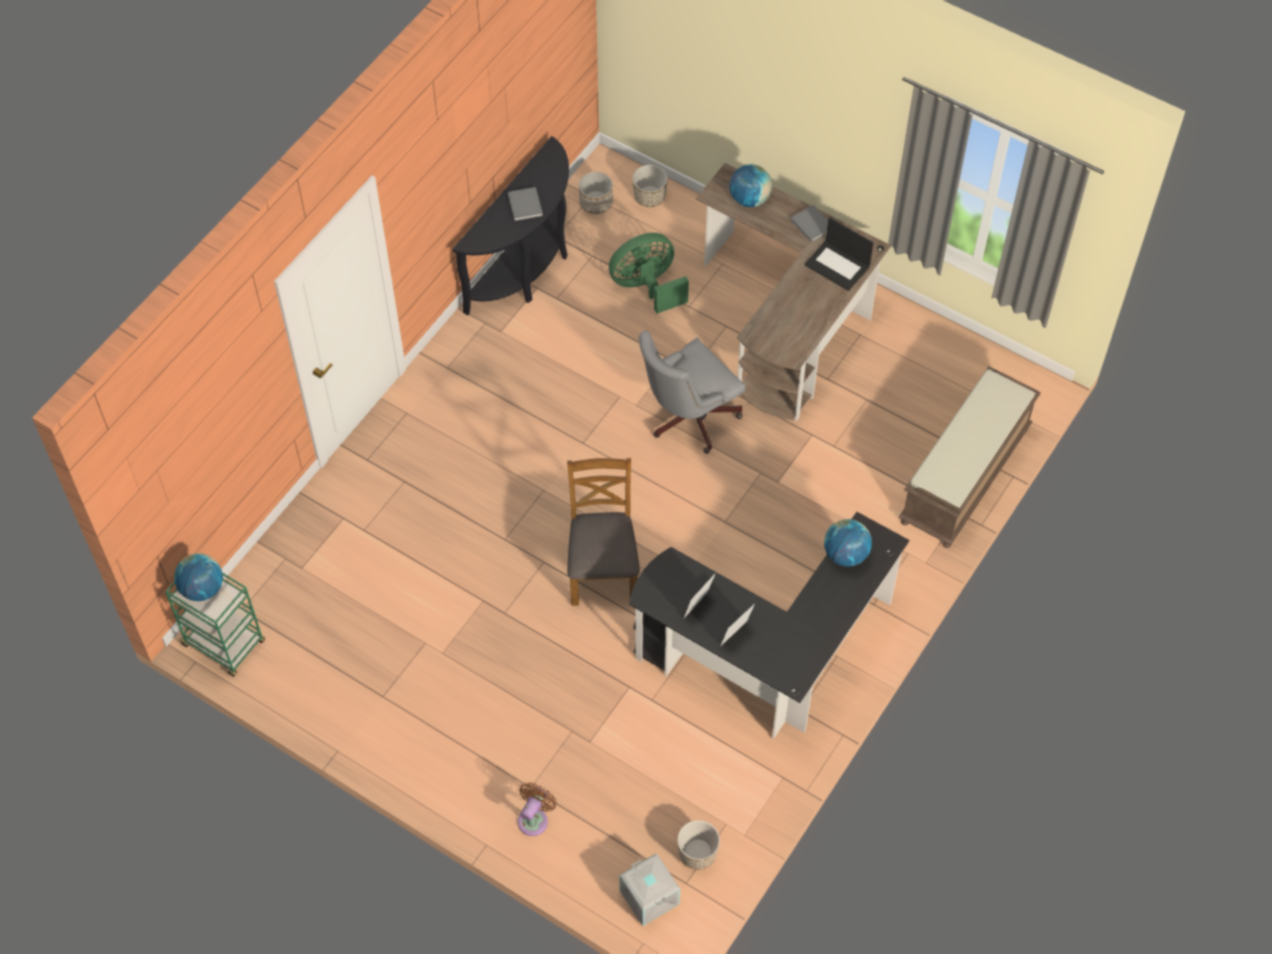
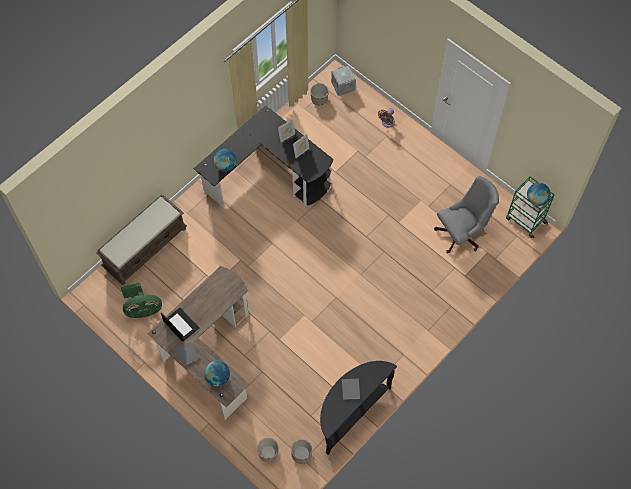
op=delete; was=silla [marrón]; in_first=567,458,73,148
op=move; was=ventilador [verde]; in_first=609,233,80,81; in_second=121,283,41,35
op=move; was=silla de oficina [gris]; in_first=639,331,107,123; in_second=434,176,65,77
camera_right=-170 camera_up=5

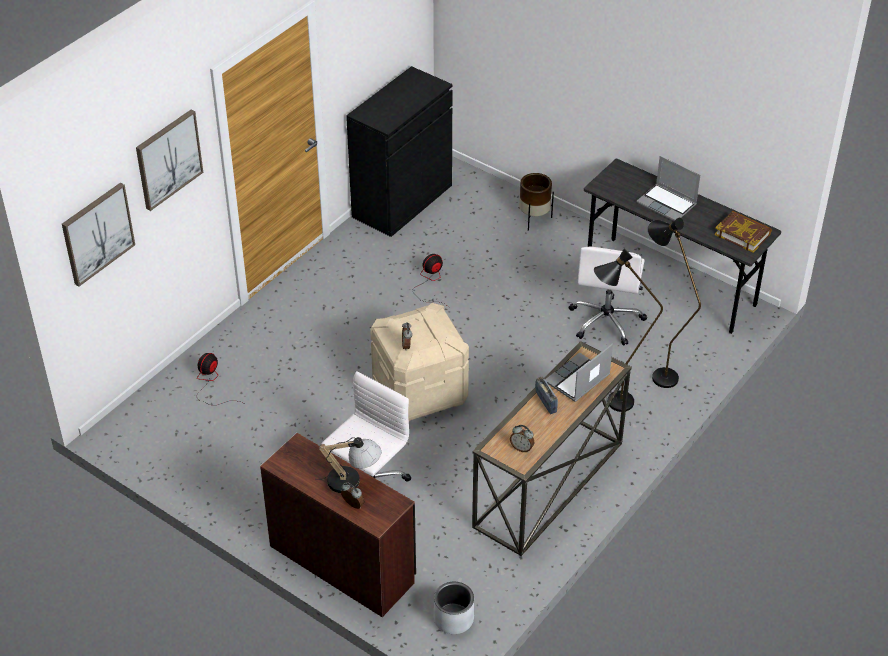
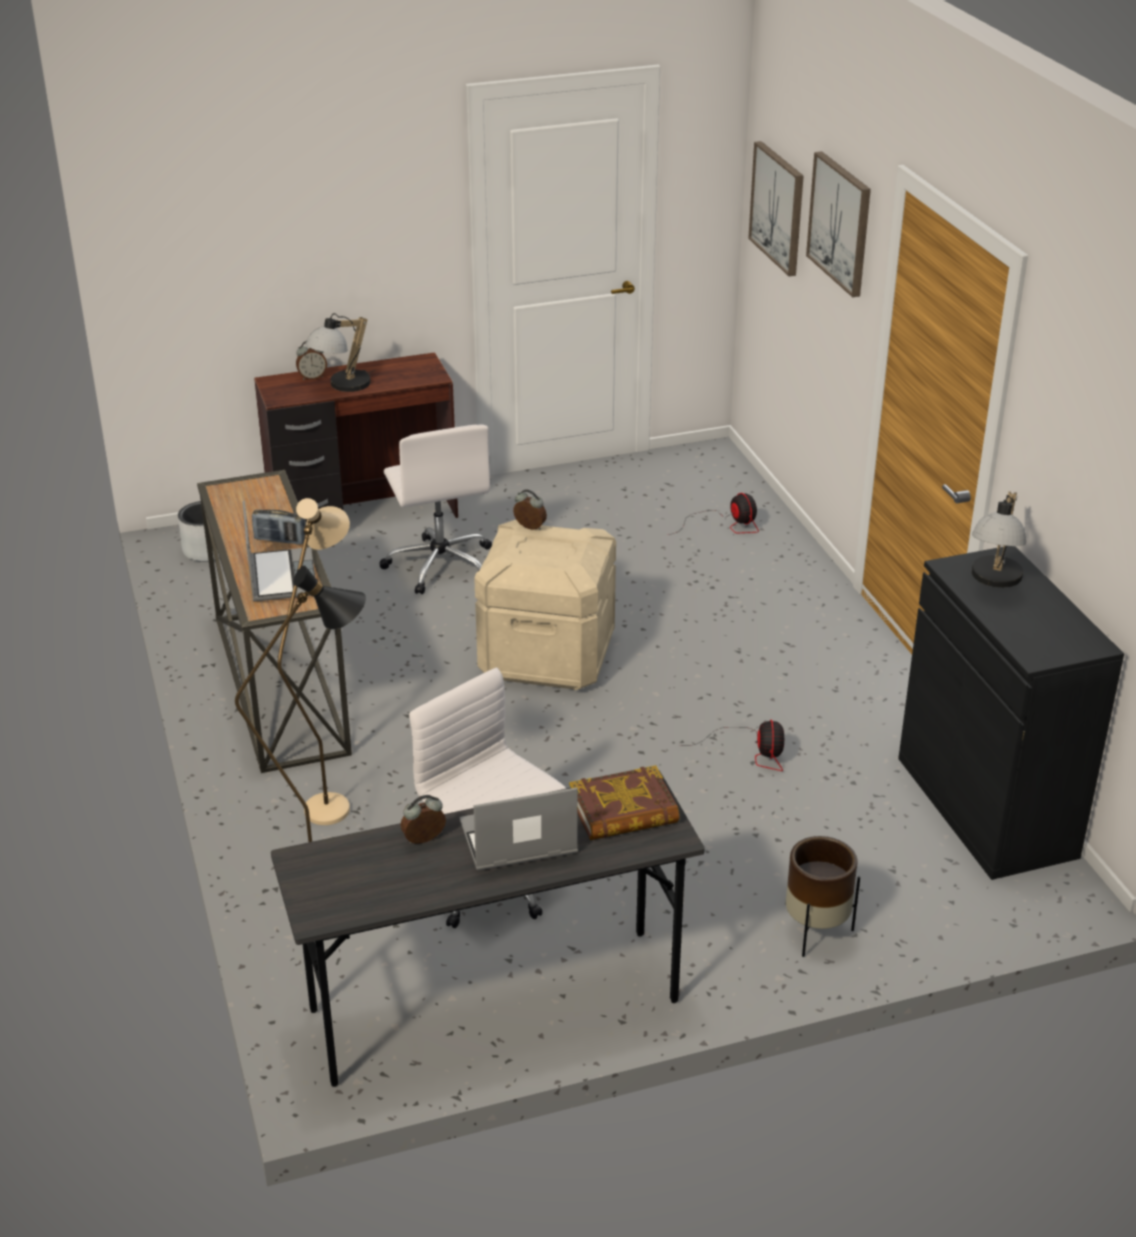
op=move; was=despertador; in_first=510,425,24,27; in_second=400,795,46,49
op=recolor; was=lámpara de pie [negro]; now=lámpara de pie [beis]; in_first=594,248,69,164; in_second=277,498,73,327
op=move; was=libro; in_first=714,211,58,42; in_second=569,765,111,75
op=insert; now=lámpara de mesa; in_second=972,491,54,97
camera_right=125 camera_up=-10

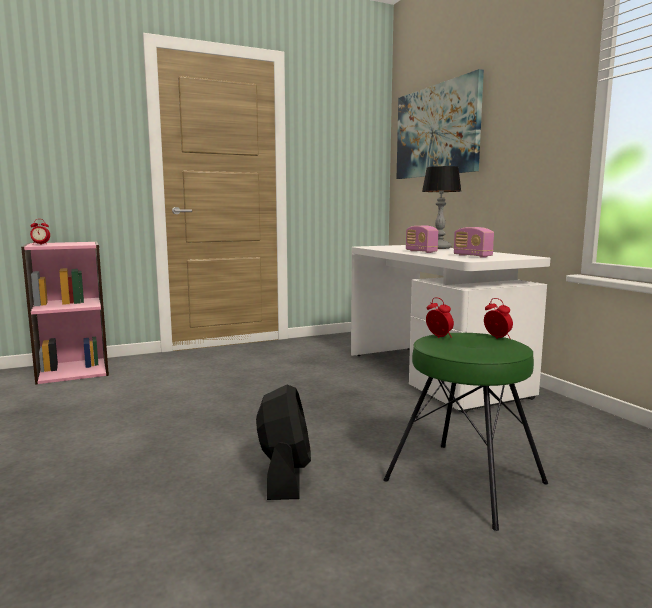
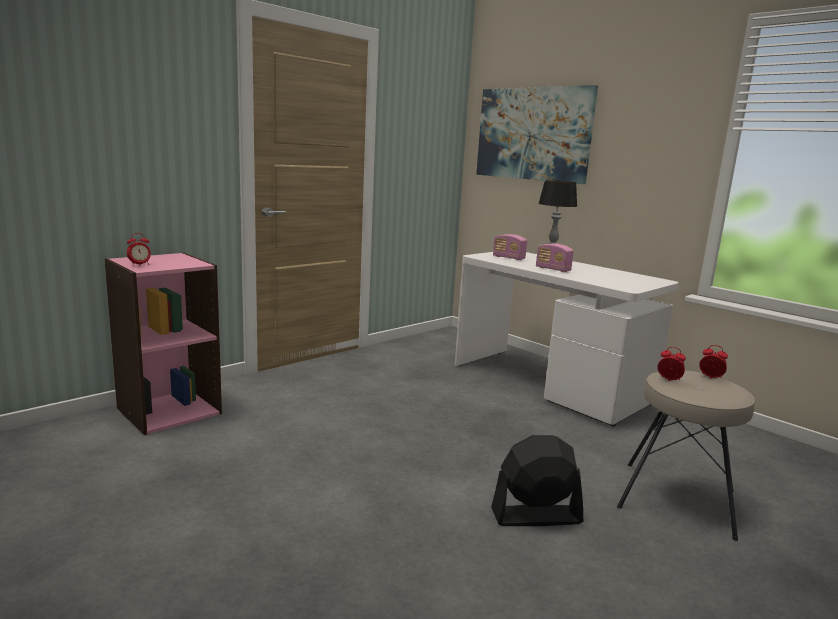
op=rotate; was=ventilador [negro]; in_first=256,385,55,115; in_second=491,435,92,91; clockwise=-75
op=recolor; was=taburete [verde]; now=taburete [beis]; in_first=383,333,165,198; in_second=617,371,138,170
op=move; was=radio; in_first=454,227,40,31; in_second=493,234,34,26
camera_right=-20 camera_up=5

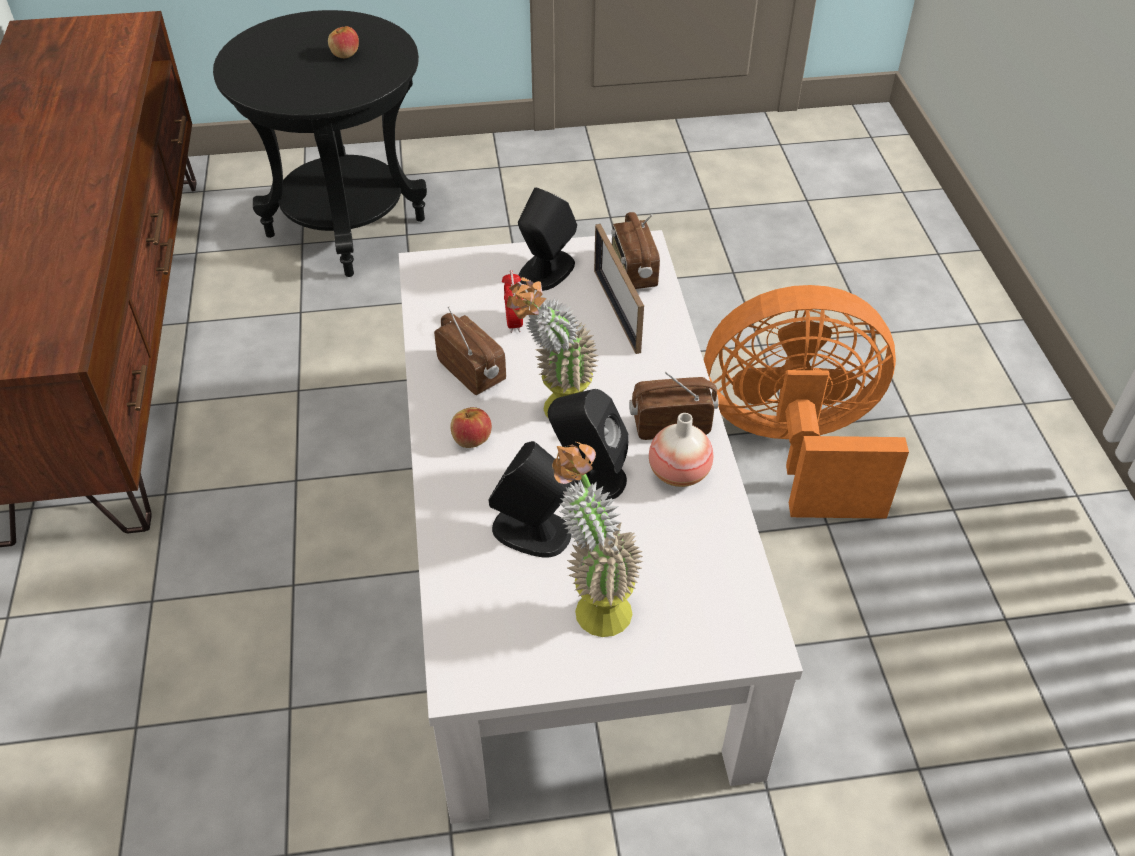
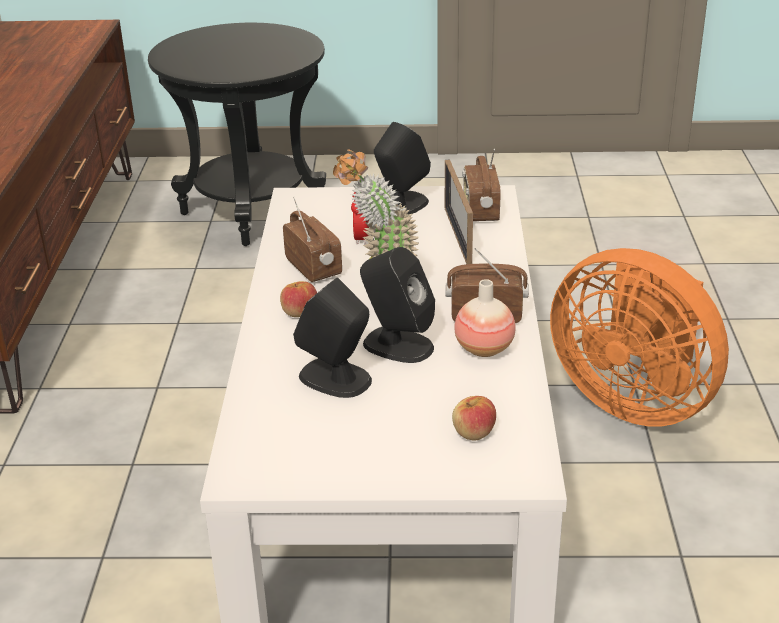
op=move; was=manzana; in_first=328,26,31,32; in_second=452,396,44,44
op=delete; was=planta en maceta; in_first=553,442,90,195
op=rotate; was=ventilador [naranja]; in_first=704,285,205,234; in_second=550,248,179,179; clockwise=-150
camera_right=10 camera_up=-15

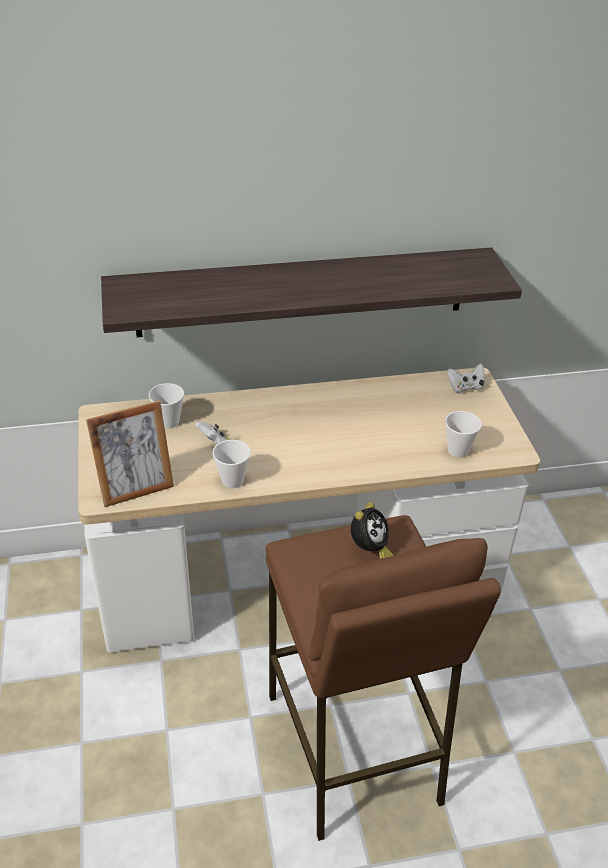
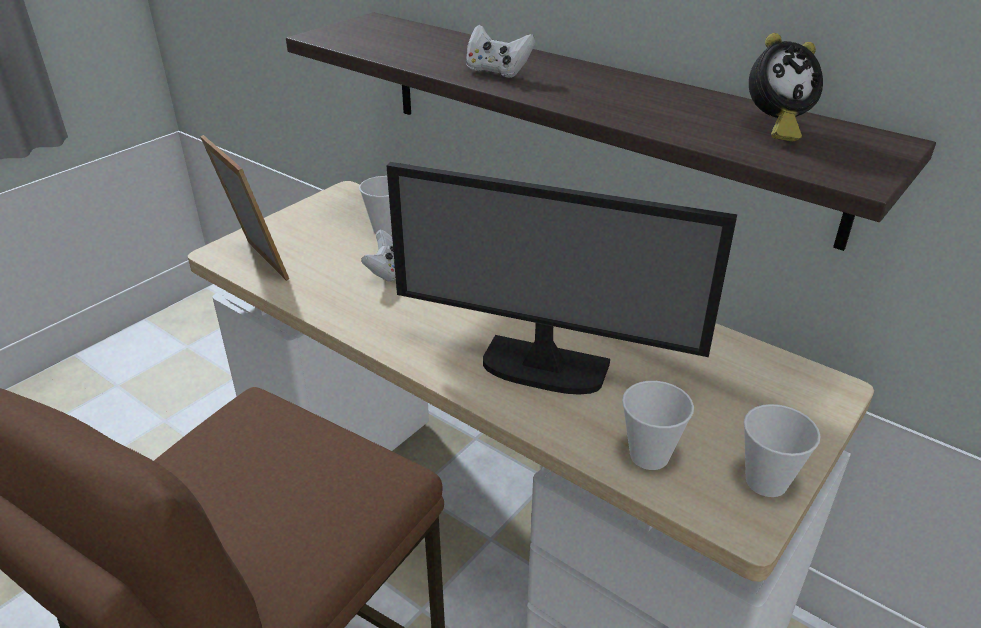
op=rotate; was=portarretratos; in_first=86,400,88,107; in_second=200,135,89,146; clockwise=-150
op=move; was=taza; in_first=213,440,38,48; in_second=743,404,78,93
op=move; was=despertador; in_first=351,502,42,57; in_second=749,33,74,108
op=move; was=mando de consola [blanco]; in_first=447,363,38,31; in_second=466,25,70,53
op=insert; now=monitor; in_second=386,162,351,232
camera_right=50 camera_up=-5

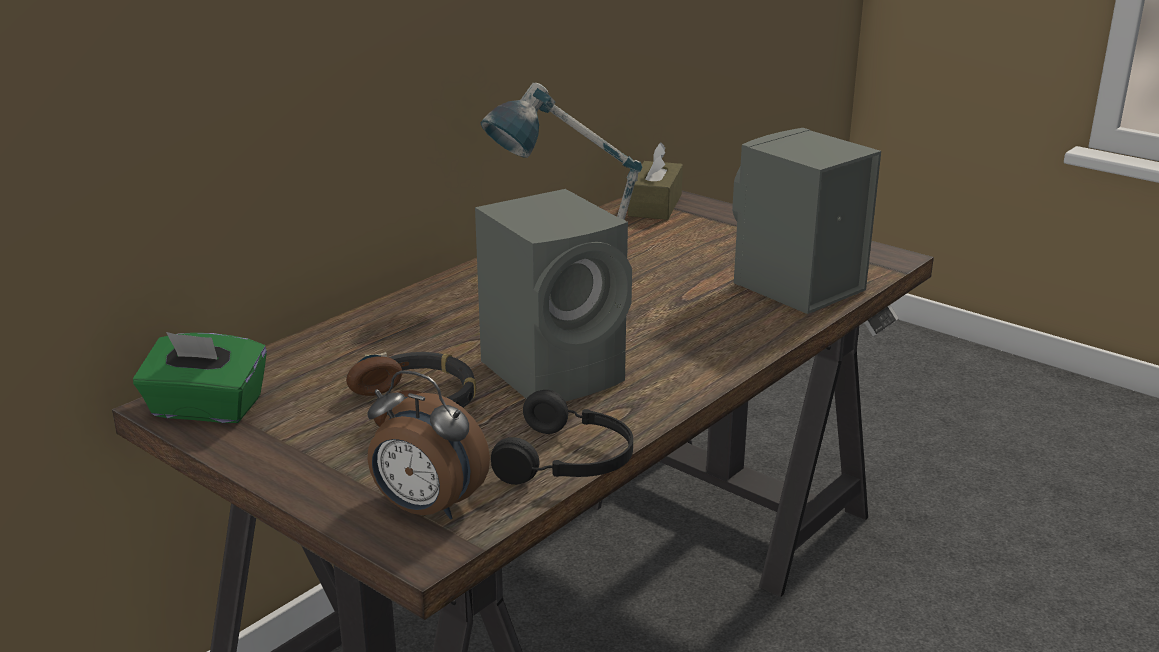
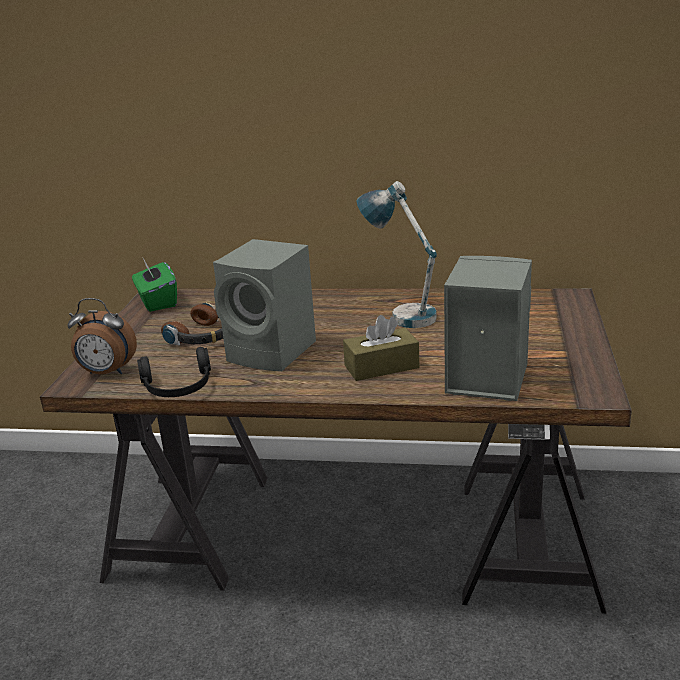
op=rotate; was=despertador; in_first=367,370,123,150; in_second=67,298,70,76; clockwise=-75
op=move; was=caja de pañuelos [marrón]; in_first=628,143,55,77; in_second=343,315,76,66
camera_right=60 camera_up=0

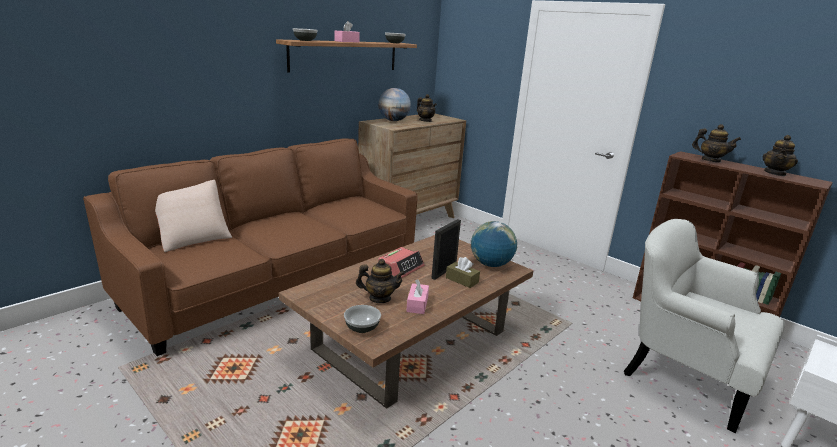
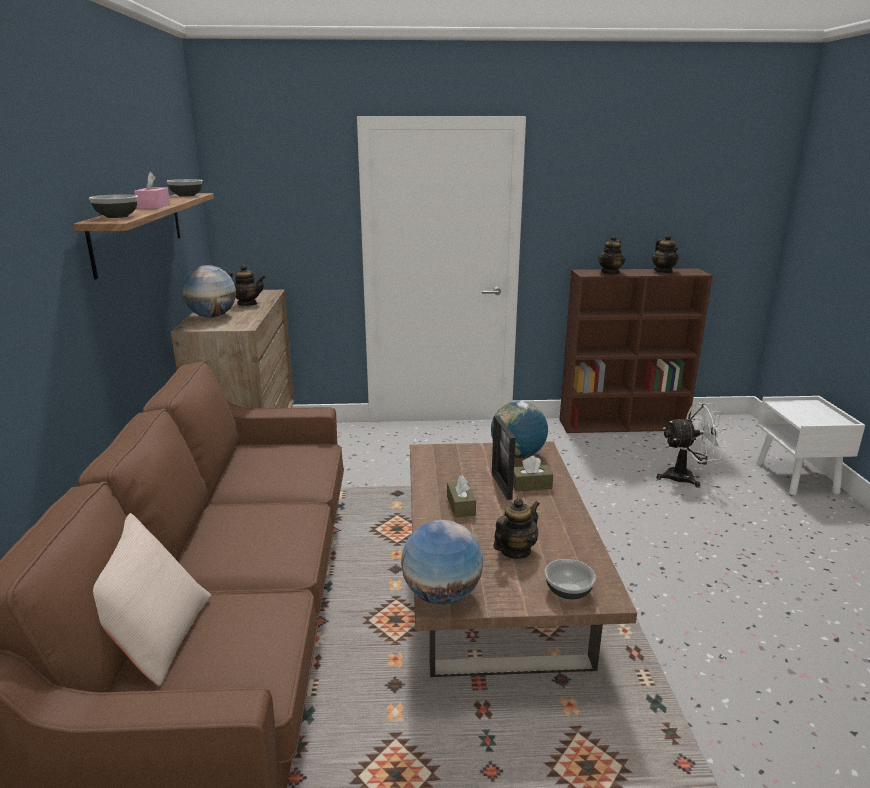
op=replace; was=despertador; now=caja de pañuelos [marrón]; in_first=378,247,47,31; in_second=447,475,29,43
op=delete; was=caja de pañuelos [rosa]; in_first=406,279,23,35
op=replace; was=sillón [blanco]; now=ventilador [blanco]; in_first=624,219,161,214; in_second=656,403,72,85
op=rotate; was=tetera; in_first=692,124,49,38; in_second=598,235,27,40; clockwise=135
op=insert; now=globo terráqueo; in_second=401,520,82,85
camera_right=-45 camera_up=0

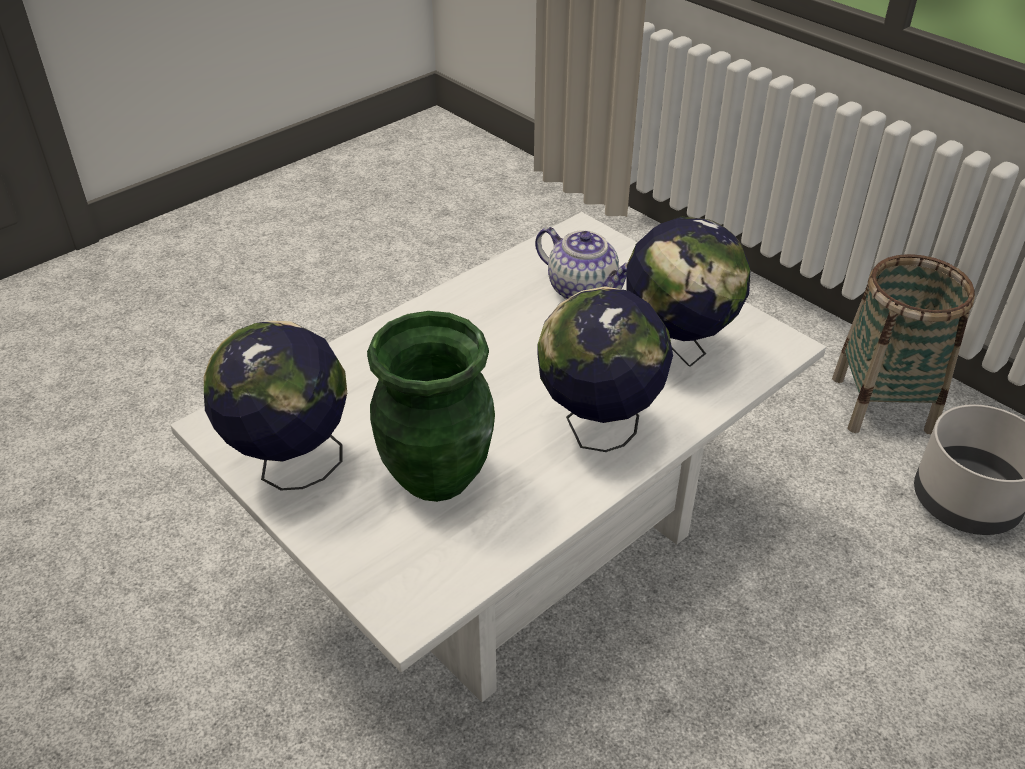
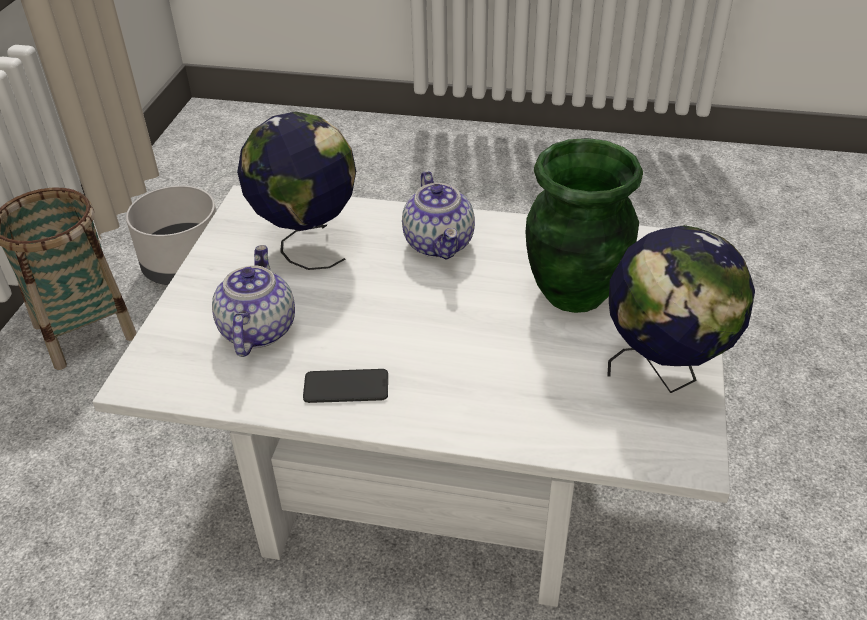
op=replace; was=globo terráqueo; now=tetera; in_first=538,286,135,166; in_second=402,171,73,89
op=insert; now=móvil; in_second=303,369,85,34
camera_right=-125 camera_up=0

